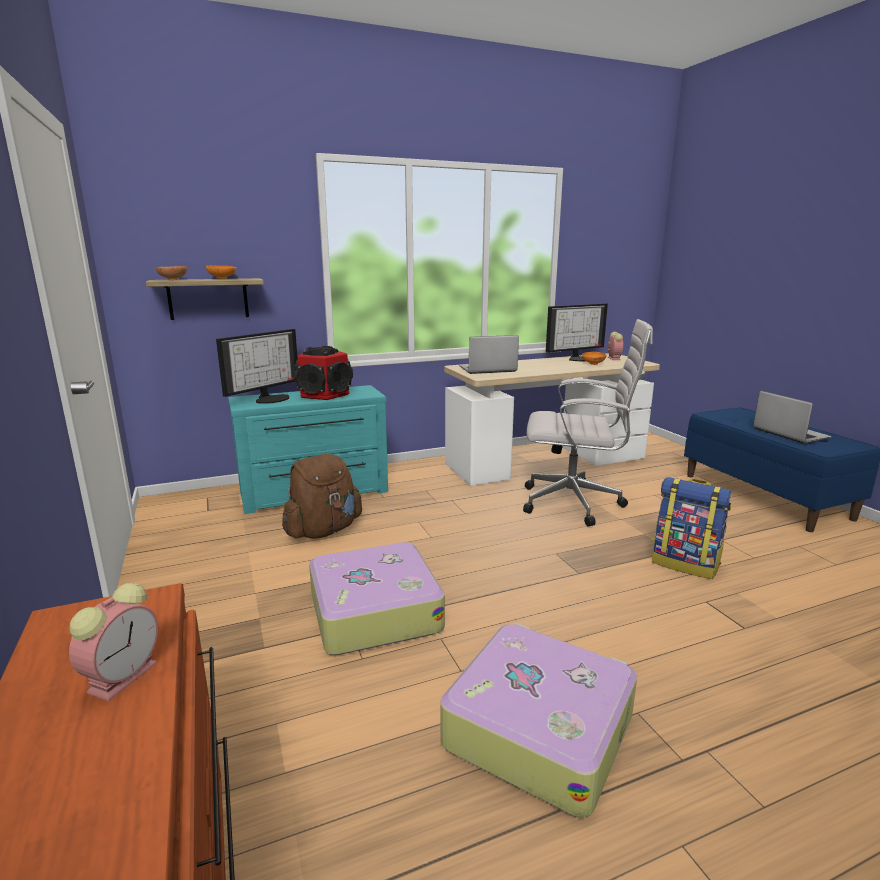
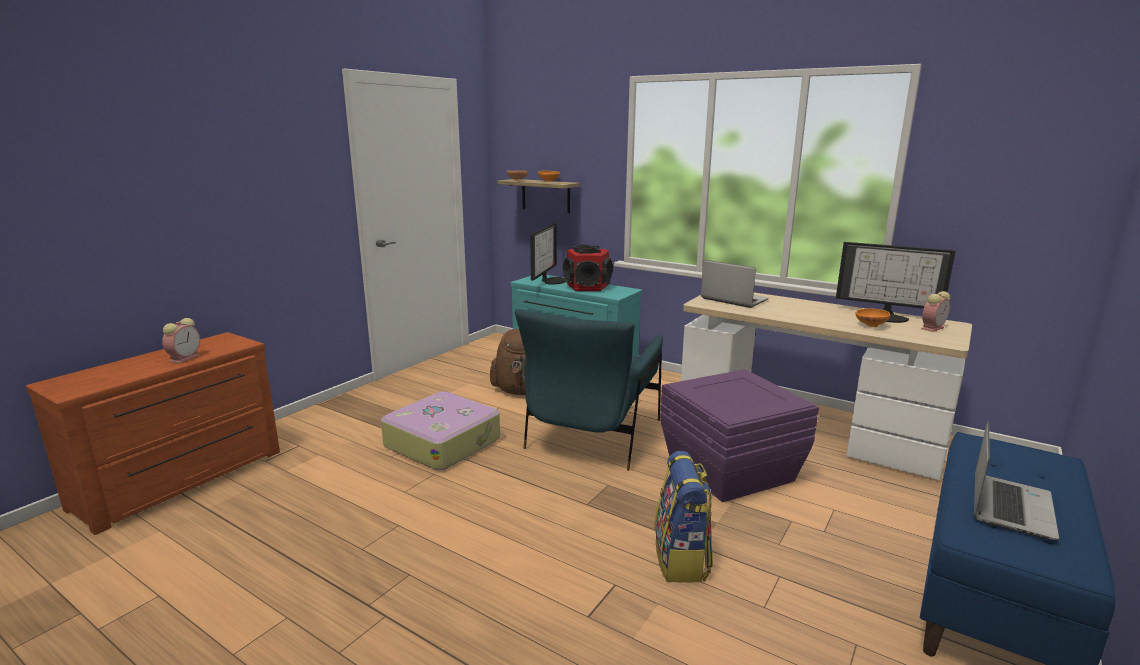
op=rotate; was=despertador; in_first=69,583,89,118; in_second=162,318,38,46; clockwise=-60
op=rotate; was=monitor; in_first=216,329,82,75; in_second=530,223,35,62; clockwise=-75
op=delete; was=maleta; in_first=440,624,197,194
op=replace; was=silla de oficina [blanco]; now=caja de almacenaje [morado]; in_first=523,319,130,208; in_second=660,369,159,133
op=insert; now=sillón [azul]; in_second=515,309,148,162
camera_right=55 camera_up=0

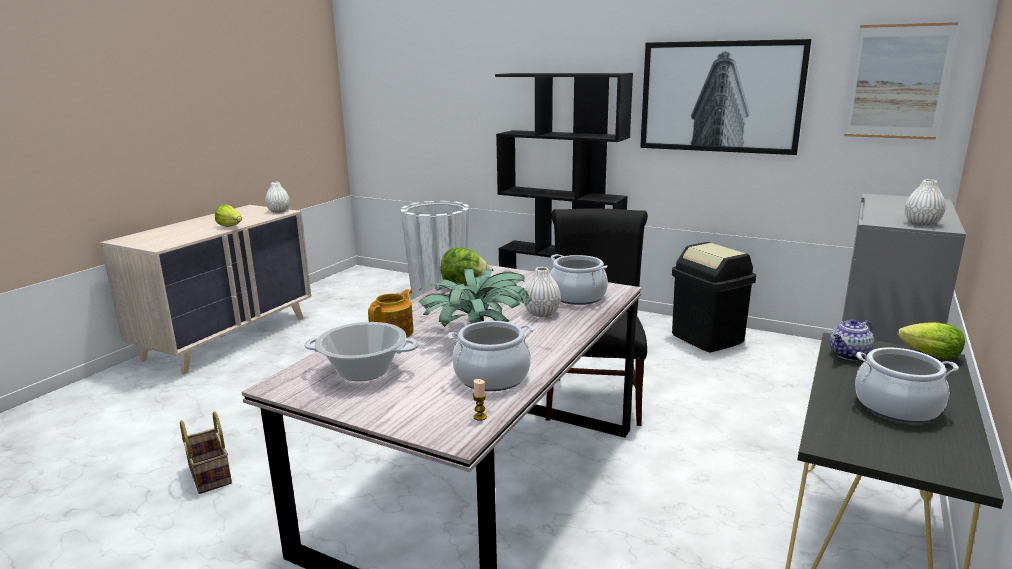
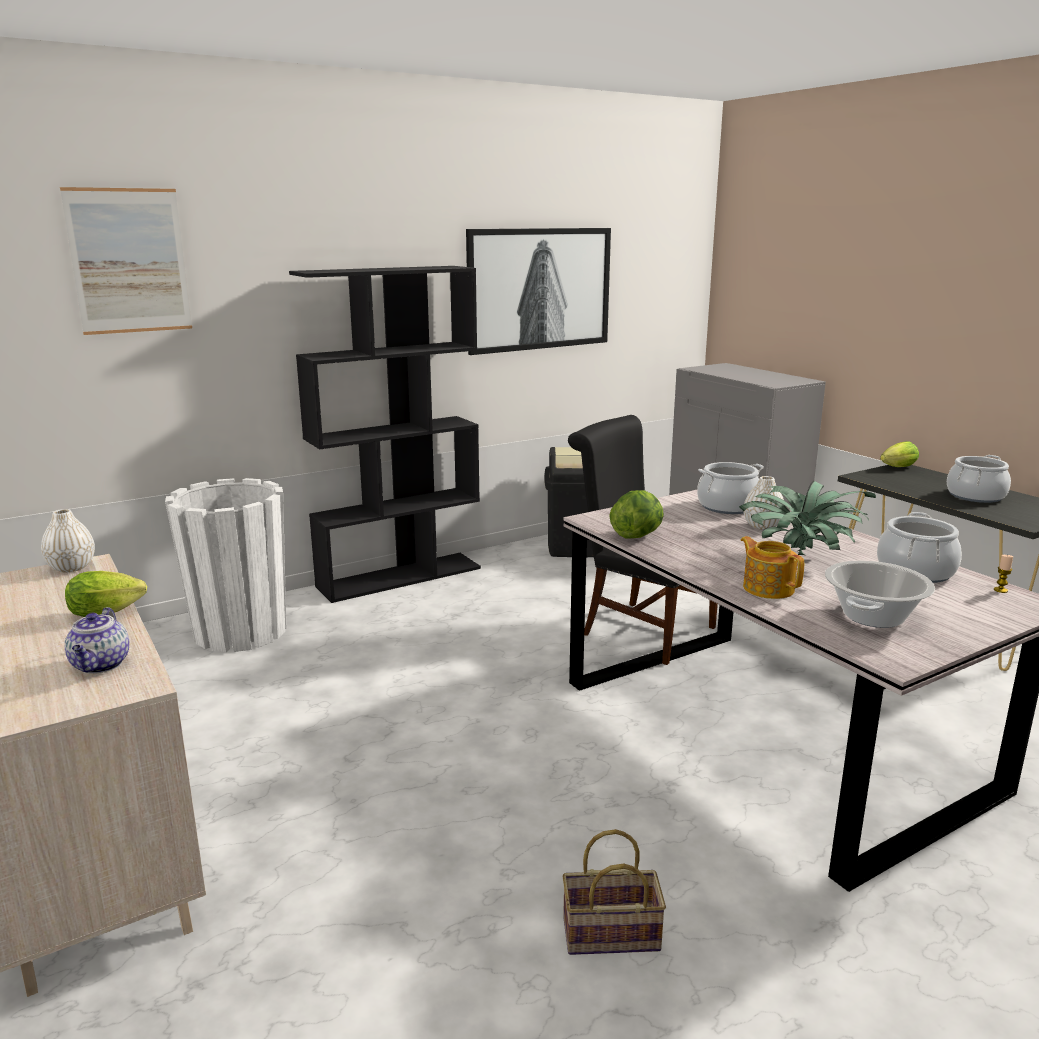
op=move; was=tetera; in_first=829,319,45,42; in_second=65,607,65,67
op=move; was=cuadro; in_first=844,22,114,118; in_second=60,187,132,148
op=delete; was=florero [blanco]; in_first=905,180,41,46
camera_right=-60 camera_up=0

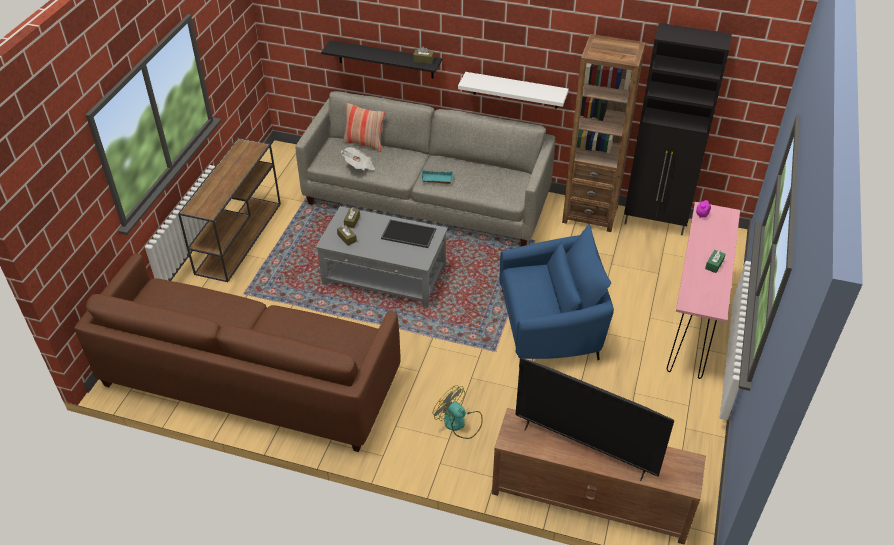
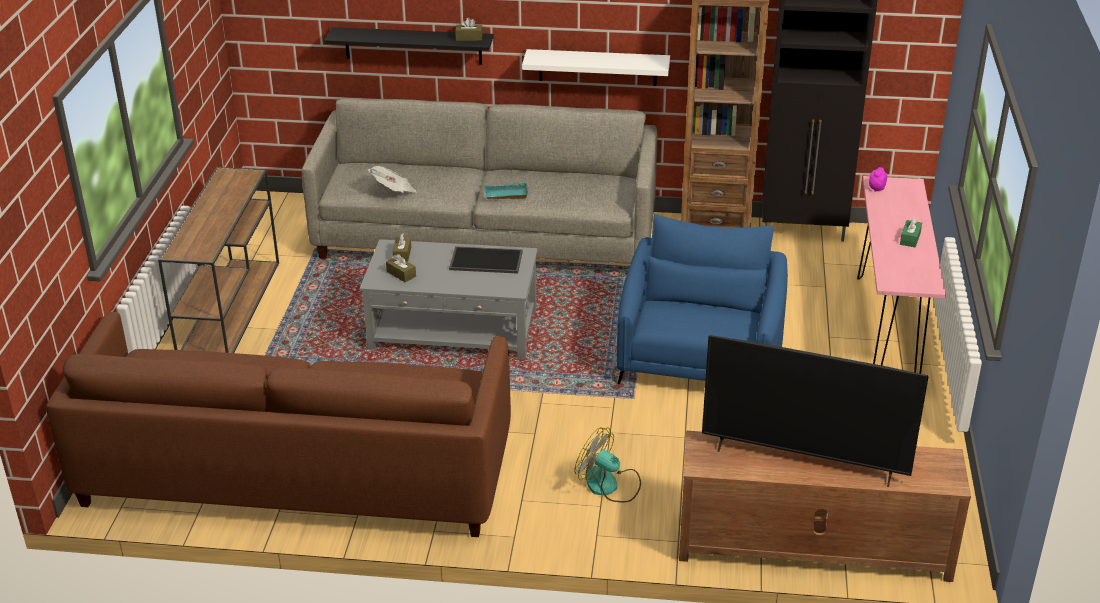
op=delete; was=cojín; in_first=343,103,42,49
op=rotate; was=sillón [azul]; in_first=499,224,115,142; in_second=616,214,172,170; clockwise=-60
camera_right=-10 camera_up=-10

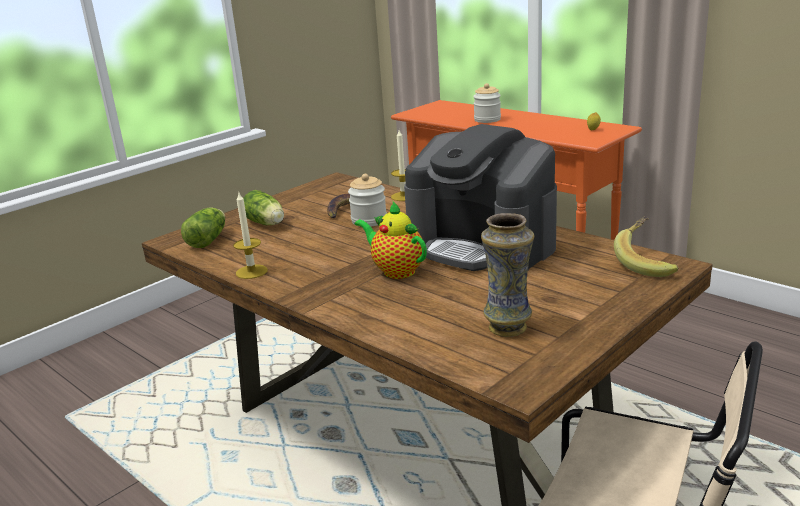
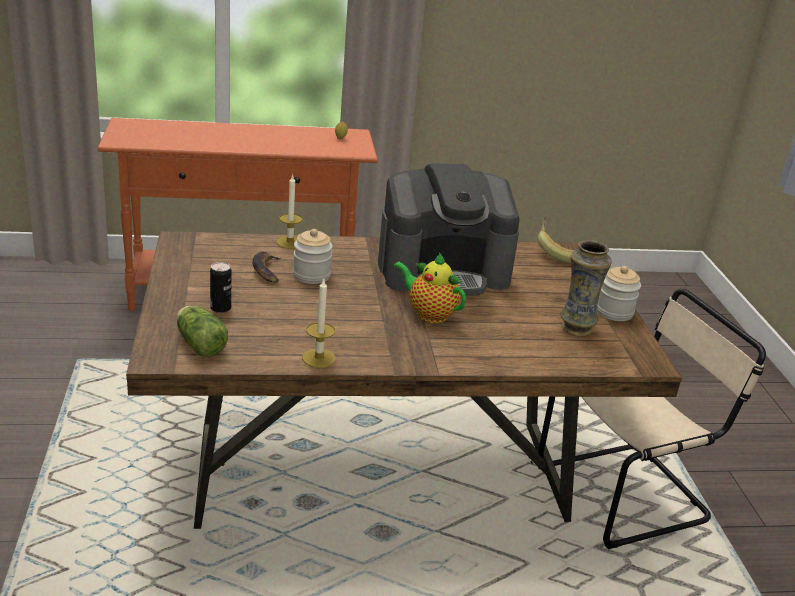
op=replace; was=lechuga; now=lata; in_first=243,190,41,35; in_second=210,262,21,51
op=rotate; was=tetera; in_first=355,202,72,77; in_second=393,252,73,71; clockwise=45
op=move; was=tarro; in_first=473,83,28,40; in_second=597,266,44,55
camera_right=-55 camera_up=5

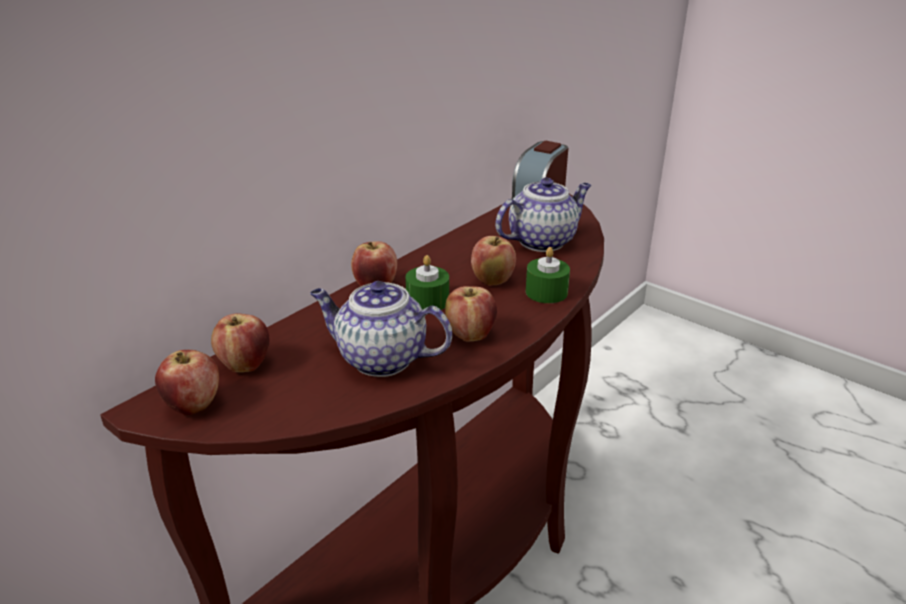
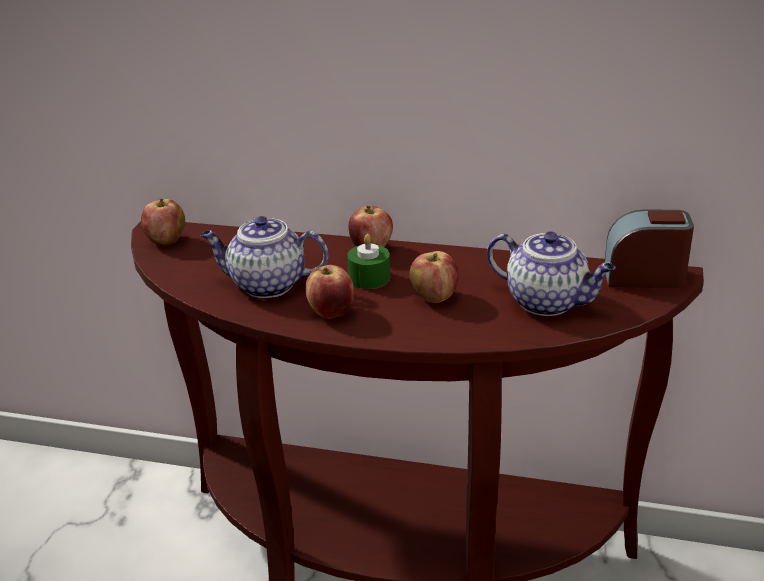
op=delete; was=manzana; in_first=211,313,58,59
op=rotate; was=tetera; in_first=310,281,142,96; in_second=200,216,128,82; clockwise=-75
op=delete; was=vela [verde]; in_first=526,247,44,56
camera_right=65 camera_up=0

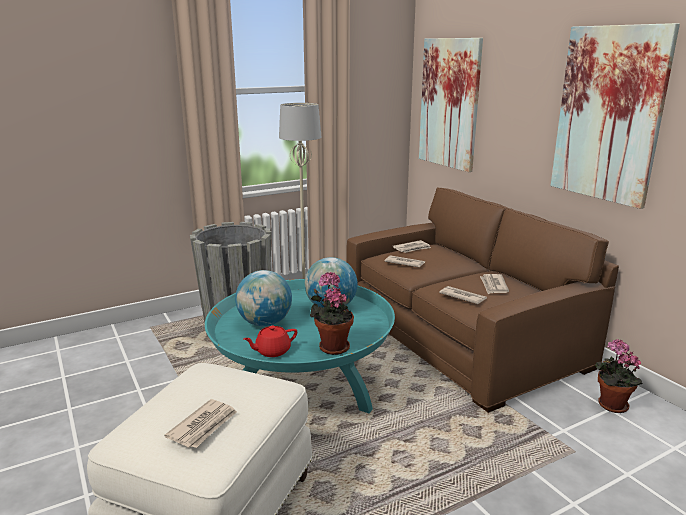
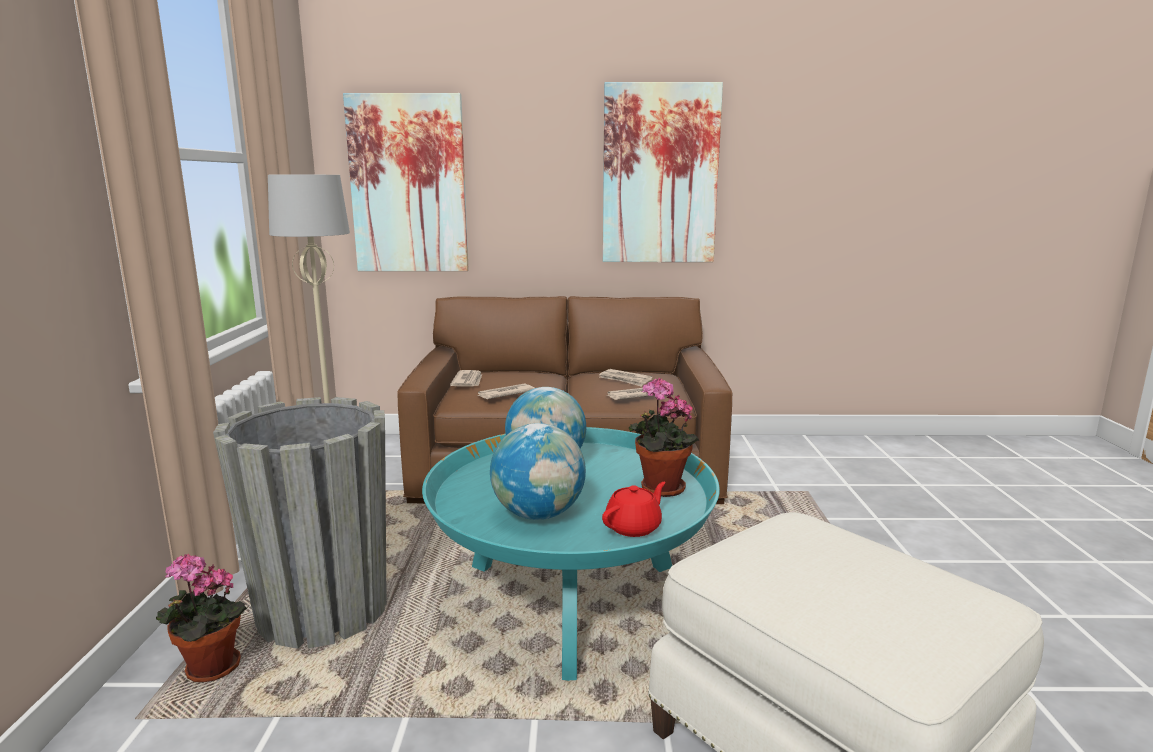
op=delete; was=periódico; in_first=164,399,73,49
op=rotate; was=tetera [rojo]; in_first=244,326,53,31; in_second=602,482,64,55; clockwise=-135
op=move; was=planta en maceta; in_first=595,339,47,74; in_second=156,554,91,128
camera_right=-60 camera_up=-5

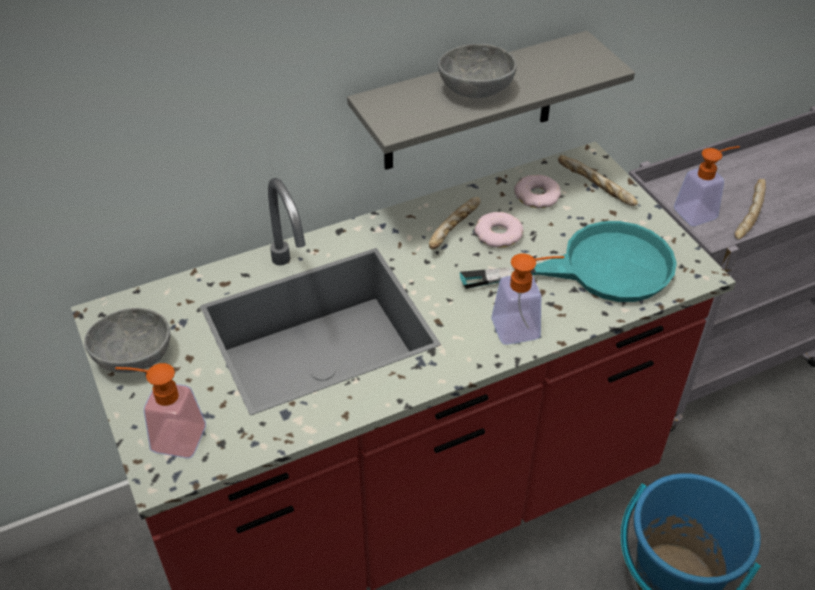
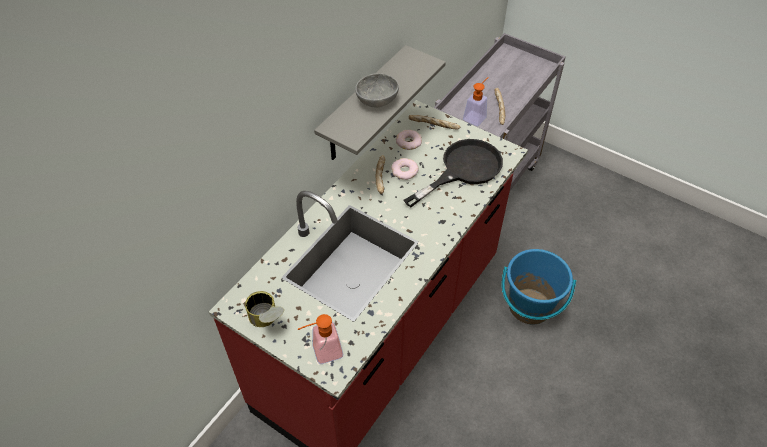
op=replace; was=cuenco [gris]; now=lata; in_first=84,308,86,65; in_second=245,291,39,36
op=recolor; was=sartén [turquesa]; now=sartén [negro]; in_first=460,221,217,81; in_second=404,139,99,68
op=delete; was=dispensador de jabón; in_first=491,254,73,91
camera_right=-30 camera_up=5

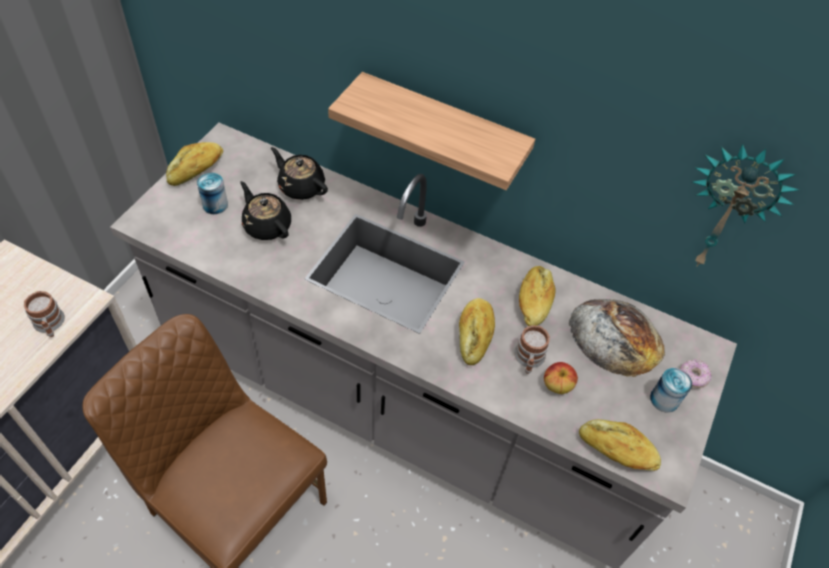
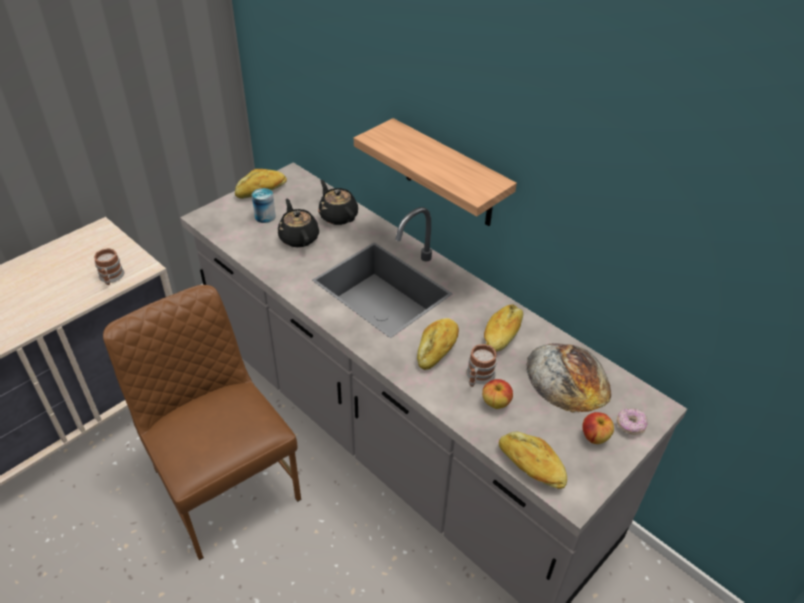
op=replace; was=lata; now=manzana; in_first=650,368,42,45; in_second=582,412,32,32
op=delete; was=reloj de pared; in_first=692,144,107,122
camera_right=20 camera_up=-10

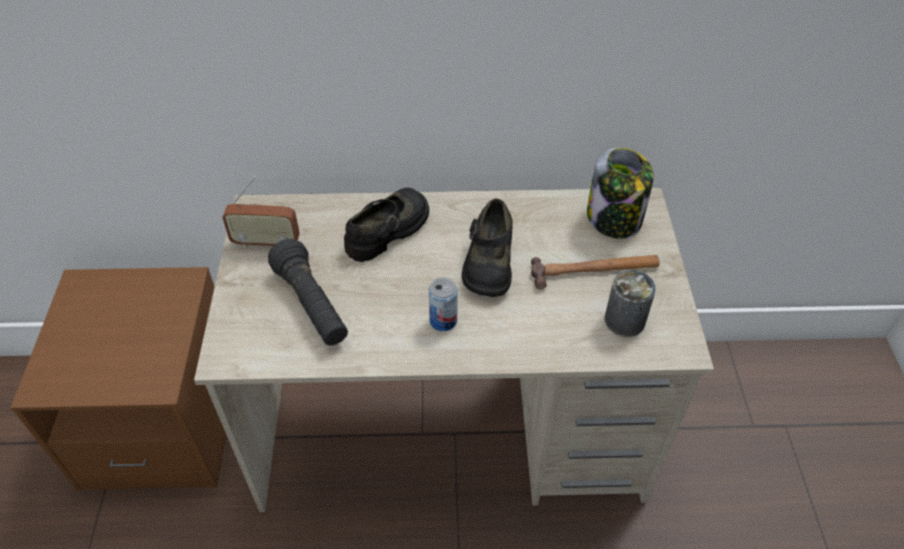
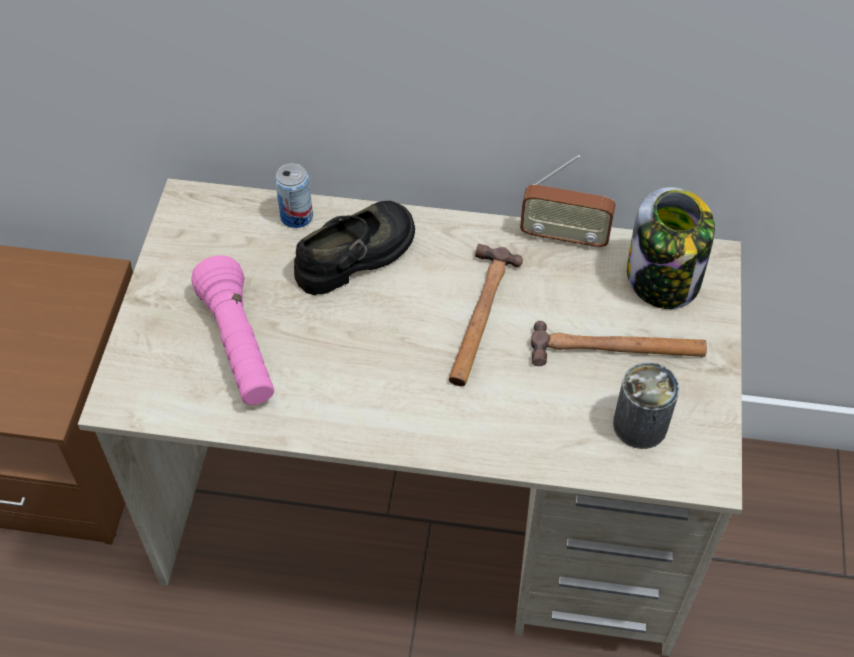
op=move; was=radio; in_first=222,176,78,72; in_second=520,155,96,96
op=recolor; was=linterna [negro]; now=linterna [rosa]; in_first=268,239,80,107; in_second=192,255,82,150
op=move; was=lata; in_first=429,277,29,54; in_second=275,163,38,65
op=replace; was=zapato [negro]; now=martillo; in_first=462,199,51,98; in_second=449,244,74,142
camera_right=10 camera_up=5

